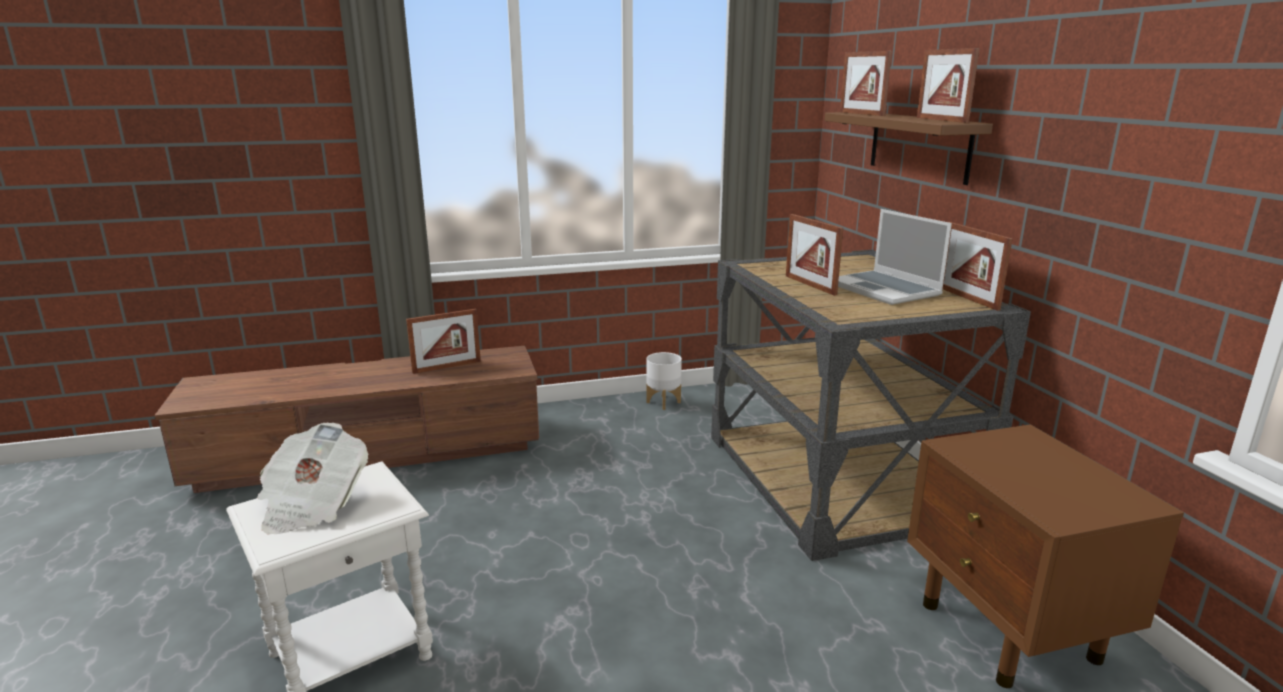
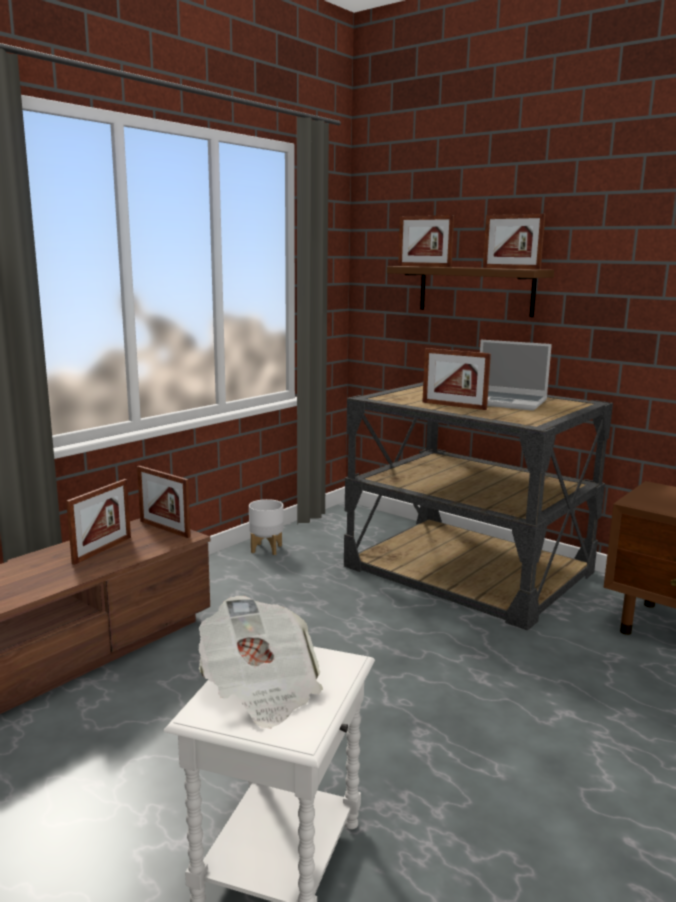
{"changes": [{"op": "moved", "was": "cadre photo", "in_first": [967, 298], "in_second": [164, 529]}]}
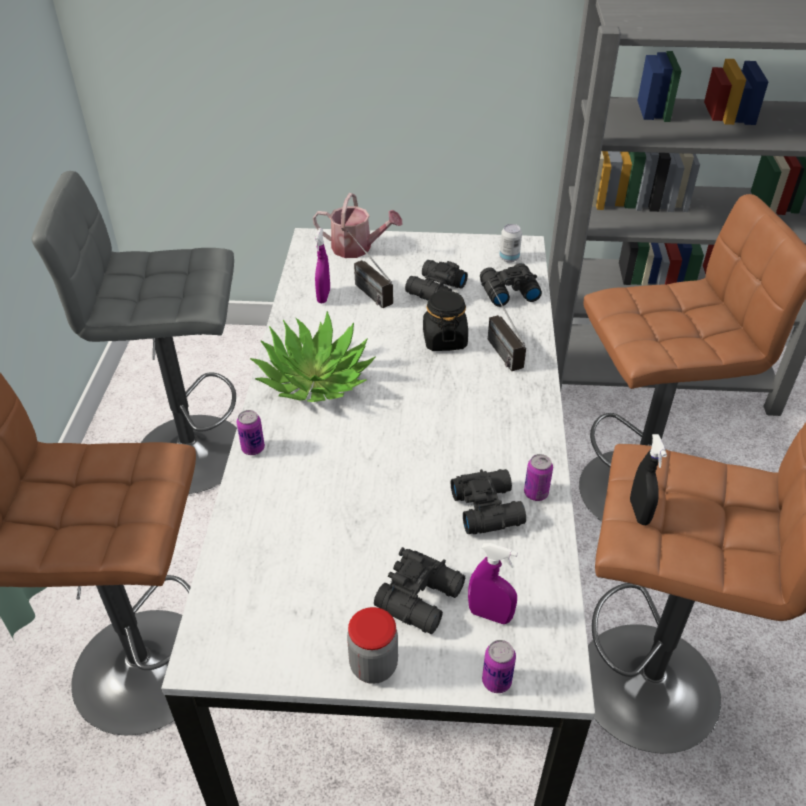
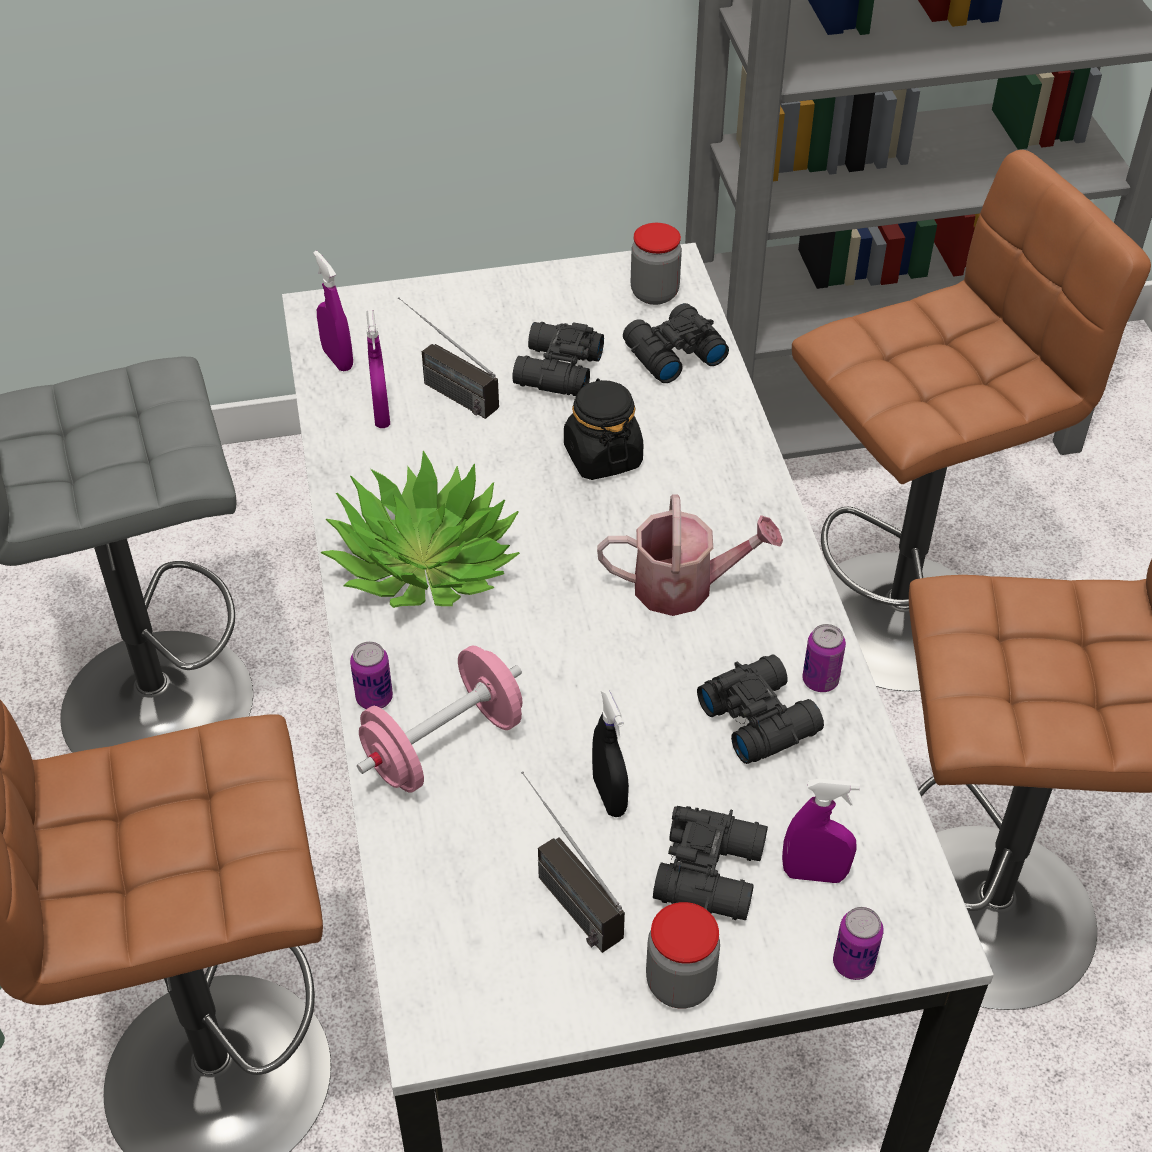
{"changes": [{"op": "added", "now": "vaporisateur (violet)", "in_second": [337, 359]}, {"op": "added", "now": "haltère (rose)", "in_second": [443, 746]}, {"op": "moved", "was": "arrosoir", "in_first": [357, 248], "in_second": [685, 586]}, {"op": "moved", "was": "radio", "in_first": [497, 345], "in_second": [560, 889]}, {"op": "moved", "was": "vaporisateur (noir)", "in_first": [639, 512], "in_second": [609, 796]}, {"op": "replaced", "was": "boîte métallique", "now": "bocal", "in_first": [509, 258], "in_second": [654, 293]}]}
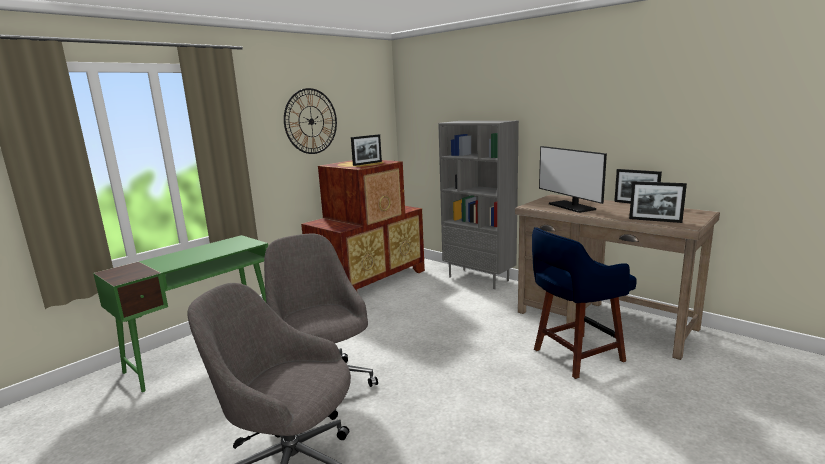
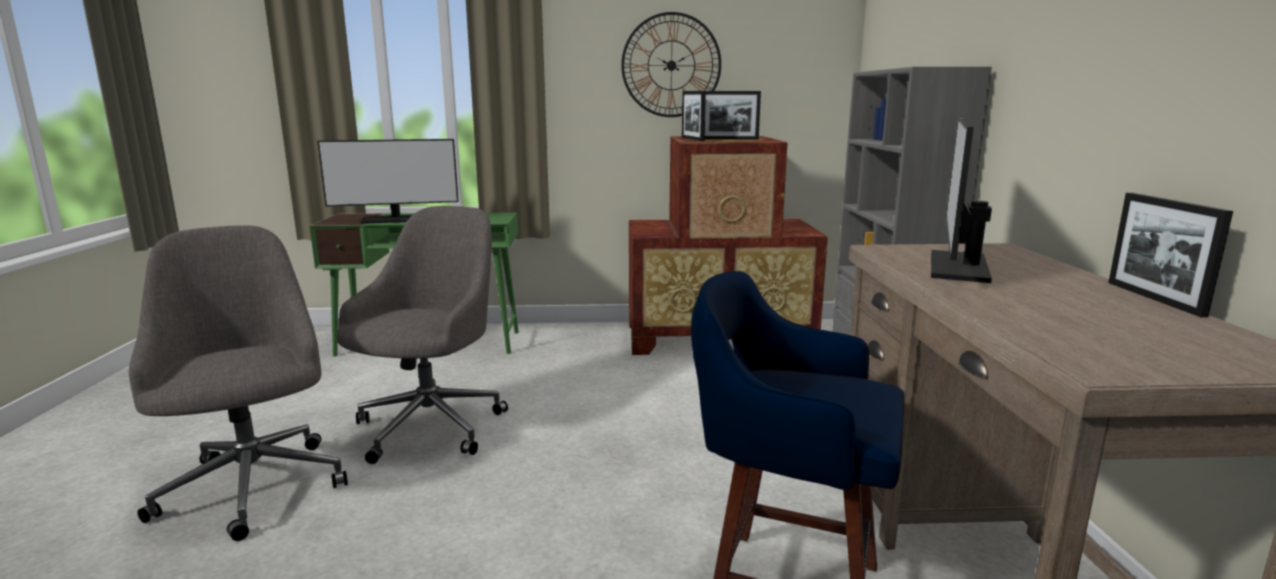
{"changes": [{"op": "added", "now": "écran d'ordinateur", "in_second": [395, 220]}, {"op": "moved", "was": "cadre photo", "in_first": [655, 220], "in_second": [692, 139]}]}
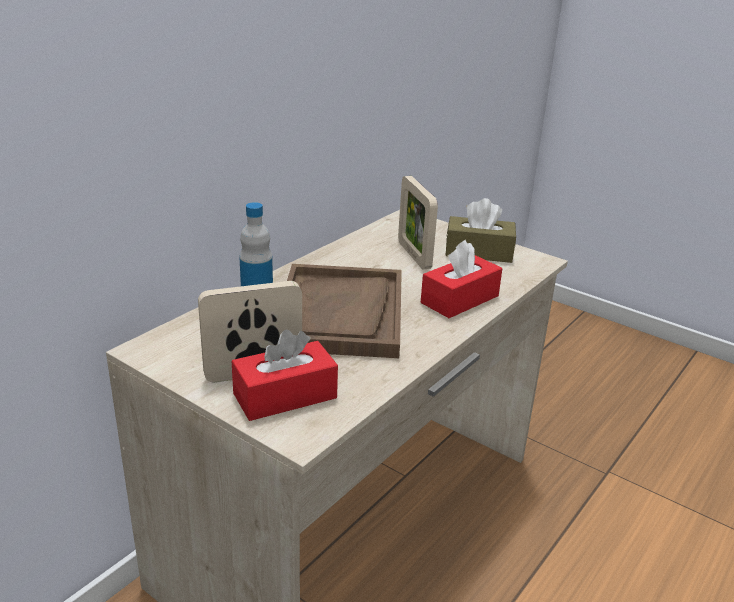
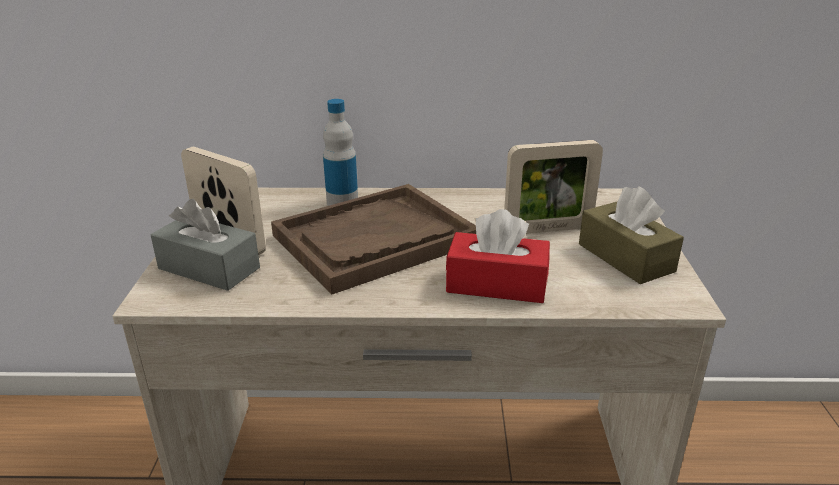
{"changes": [{"op": "recoloured", "was": "boîte à mouchoirs (rouge)", "now": "boîte à mouchoirs (gris)", "in_first": [285, 396], "in_second": [209, 268]}, {"op": "turned", "was": "cadre photo", "in_first": [414, 255], "in_second": [547, 229], "clockwise": -135}]}
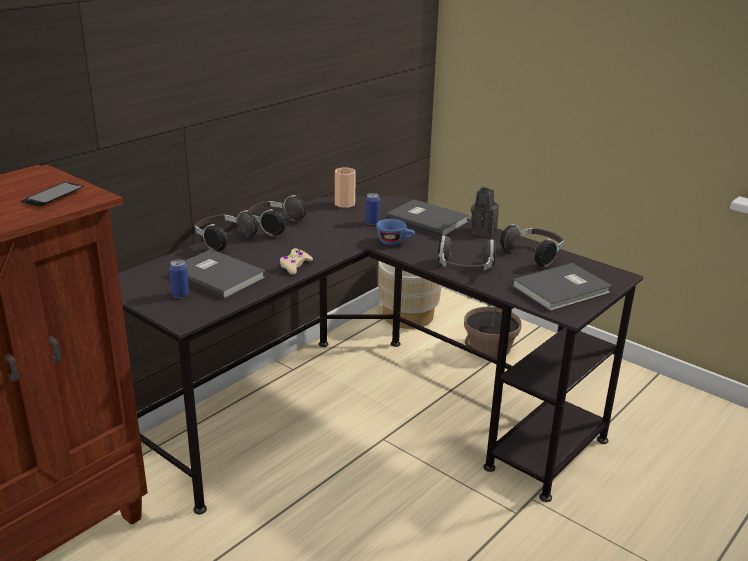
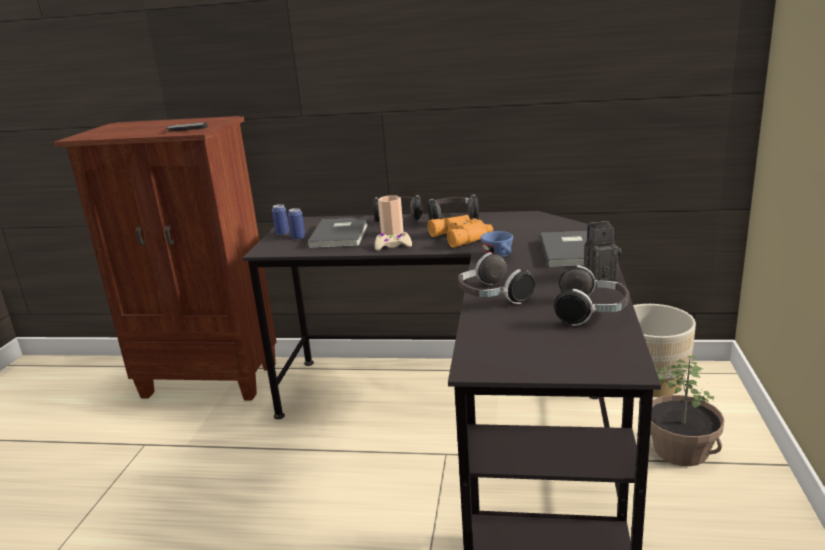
{"changes": [{"op": "removed", "was": "livre (gris)", "in_first": [563, 290]}, {"op": "added", "now": "jumelles (orange)", "in_second": [464, 236]}, {"op": "moved", "was": "tasse", "in_first": [344, 204], "in_second": [392, 234]}, {"op": "moved", "was": "boîte métallique", "in_first": [372, 222], "in_second": [282, 233]}]}
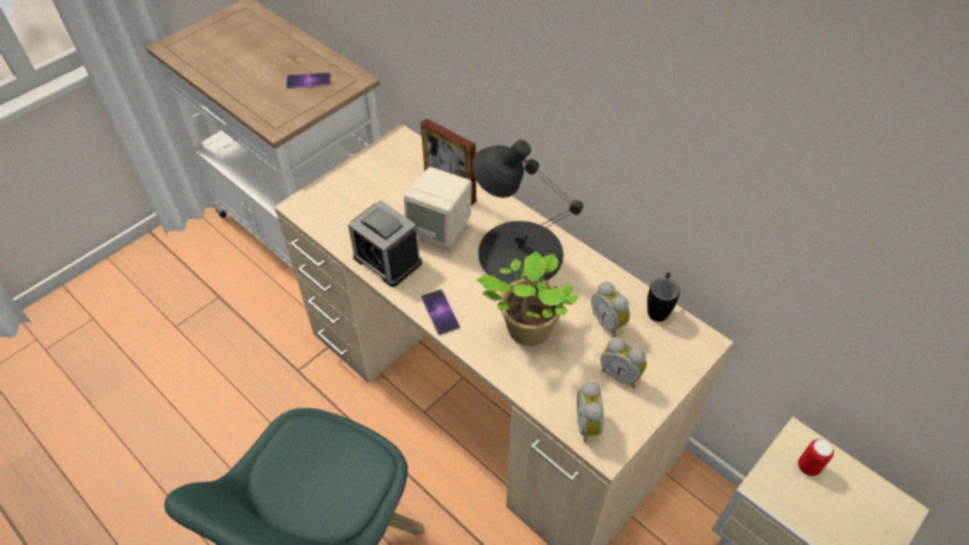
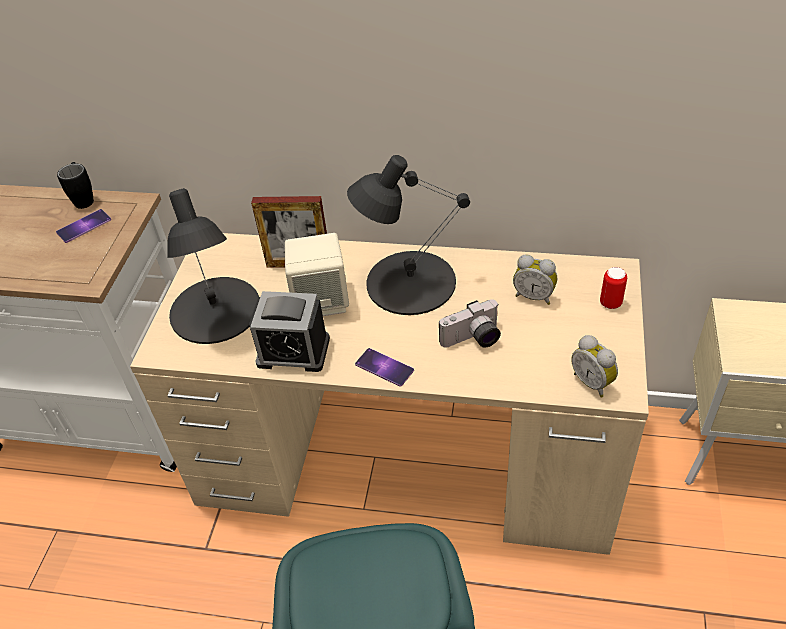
{"changes": [{"op": "removed", "was": "réveil", "in_first": [621, 374]}, {"op": "added", "now": "lampe de table (noir)", "in_second": [215, 311]}, {"op": "moved", "was": "mug (noir)", "in_first": [658, 308], "in_second": [84, 198]}, {"op": "moved", "was": "boîte métallique", "in_first": [808, 467], "in_second": [610, 303]}, {"op": "replaced", "was": "plante en pot", "now": "appareil photo", "in_first": [526, 330], "in_second": [473, 340]}]}
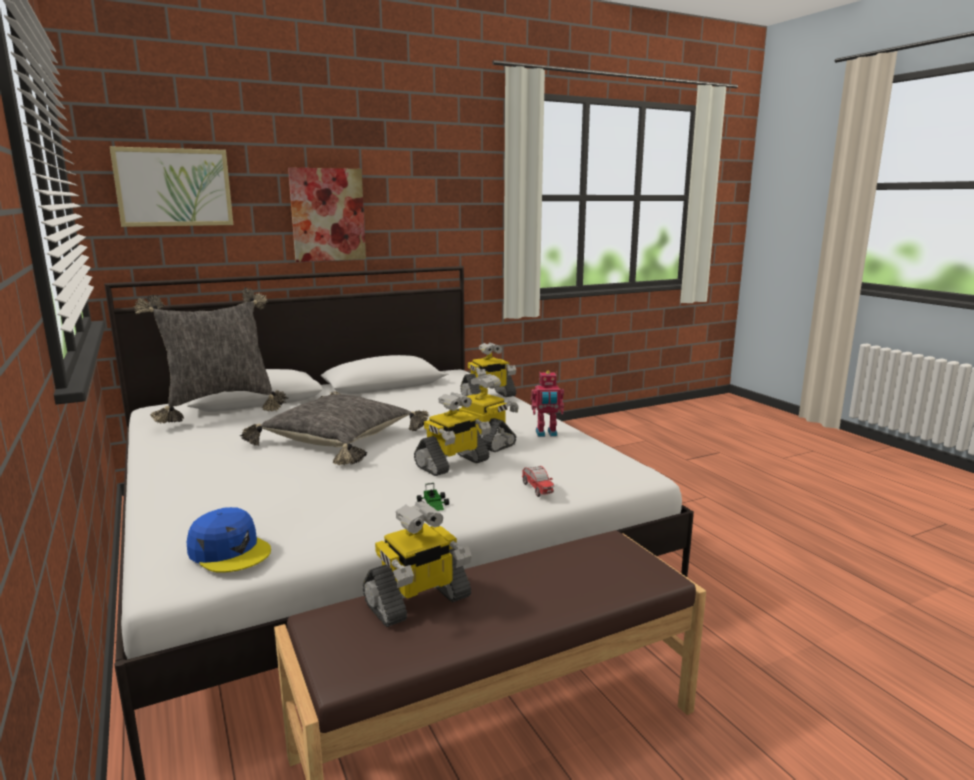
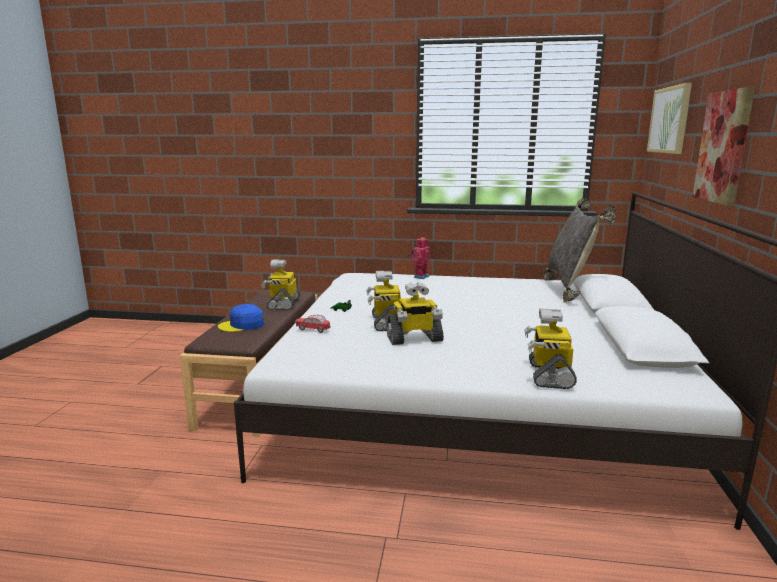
{"changes": [{"op": "removed", "was": "coussin", "in_first": [338, 437]}, {"op": "moved", "was": "casquette (bleu)", "in_first": [229, 551], "in_second": [242, 325]}, {"op": "moved", "was": "robot jouet", "in_first": [546, 434], "in_second": [420, 277]}]}
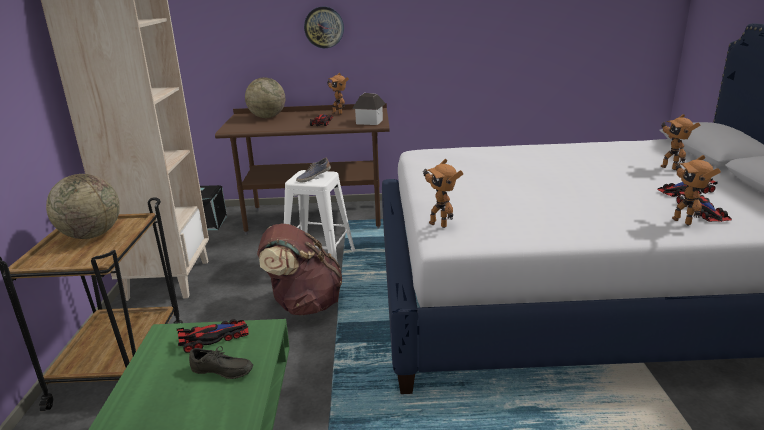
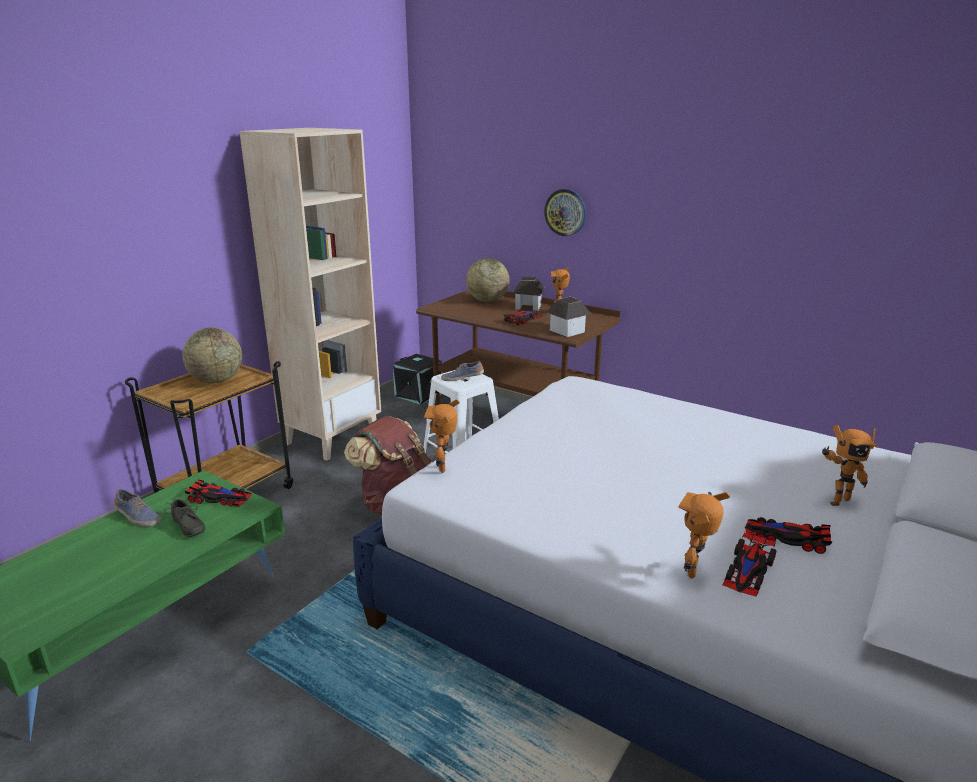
{"changes": [{"op": "added", "now": "chaussure", "in_second": [137, 517]}, {"op": "added", "now": "maison miniature", "in_second": [528, 307]}, {"op": "turned", "was": "robot jouet", "in_first": [670, 167], "in_second": [836, 500], "clockwise": -120}]}
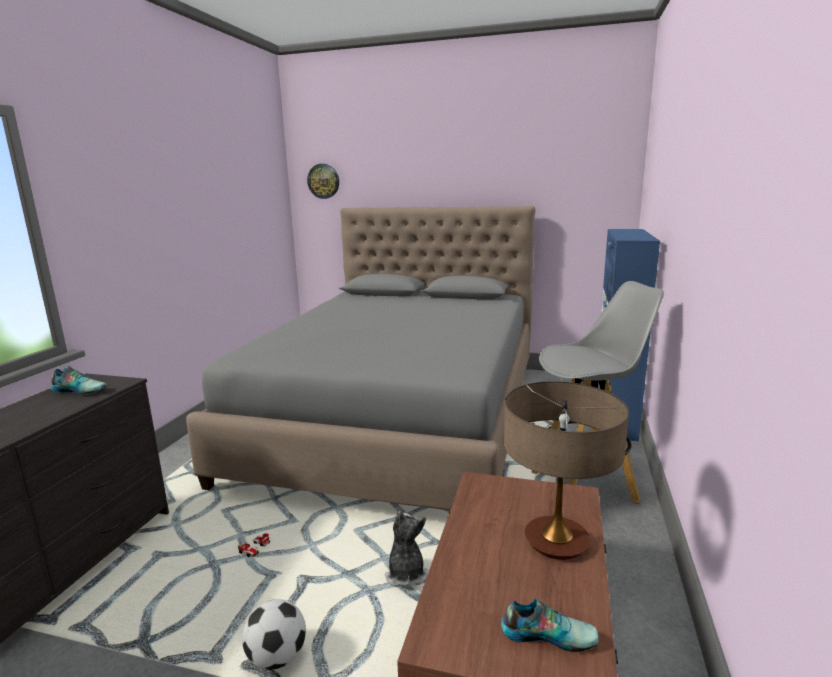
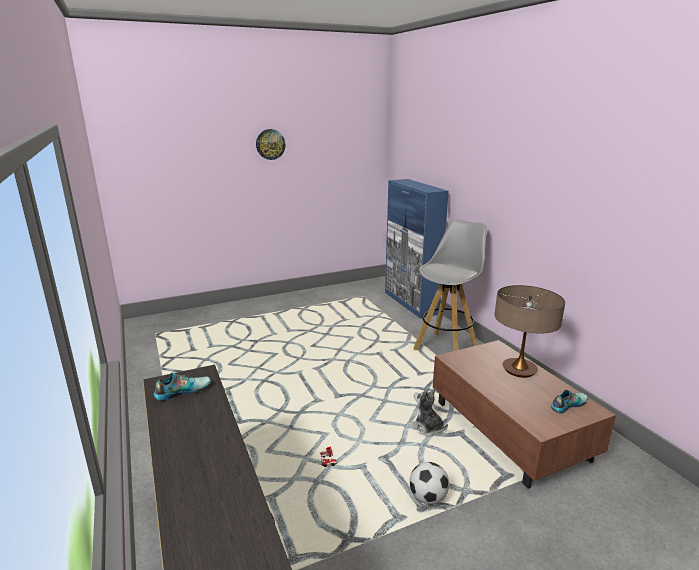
{"changes": [{"op": "removed", "was": "lit (gris)", "in_first": [400, 417]}, {"op": "moved", "was": "horloge murale", "in_first": [323, 181], "in_second": [270, 144]}]}
